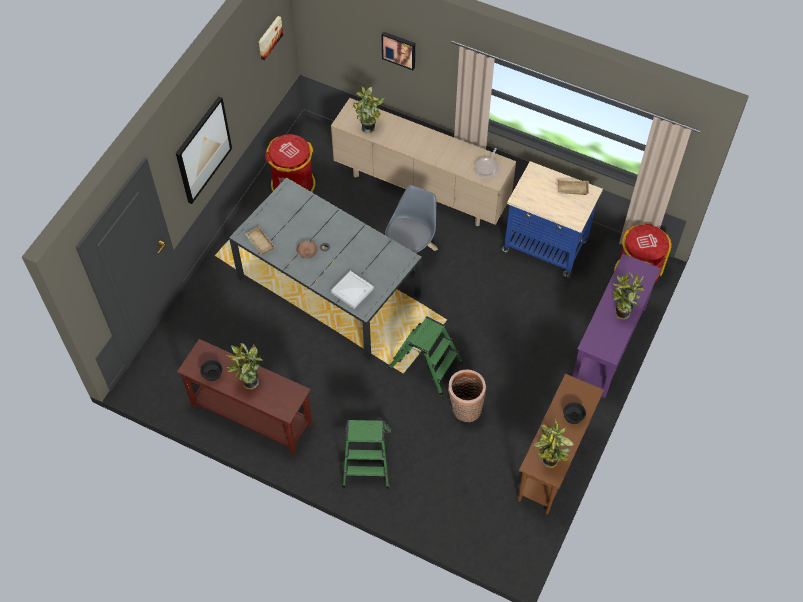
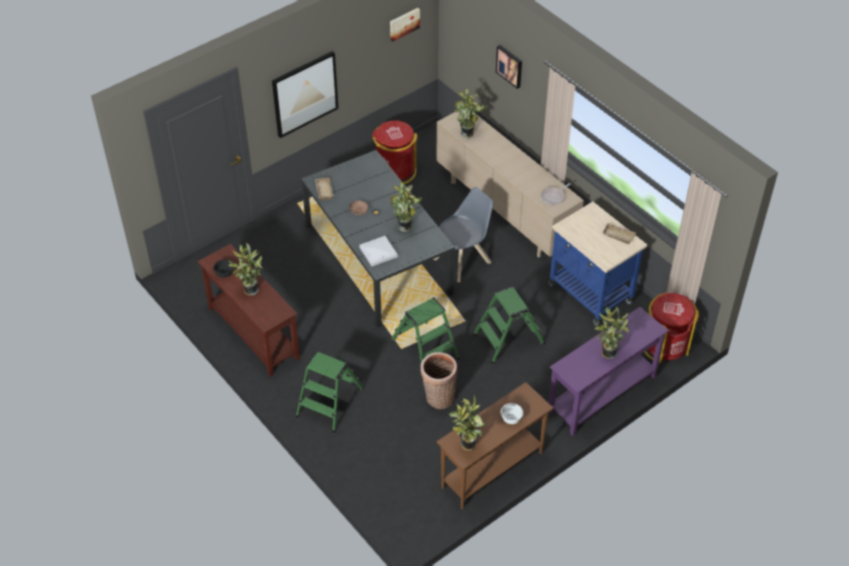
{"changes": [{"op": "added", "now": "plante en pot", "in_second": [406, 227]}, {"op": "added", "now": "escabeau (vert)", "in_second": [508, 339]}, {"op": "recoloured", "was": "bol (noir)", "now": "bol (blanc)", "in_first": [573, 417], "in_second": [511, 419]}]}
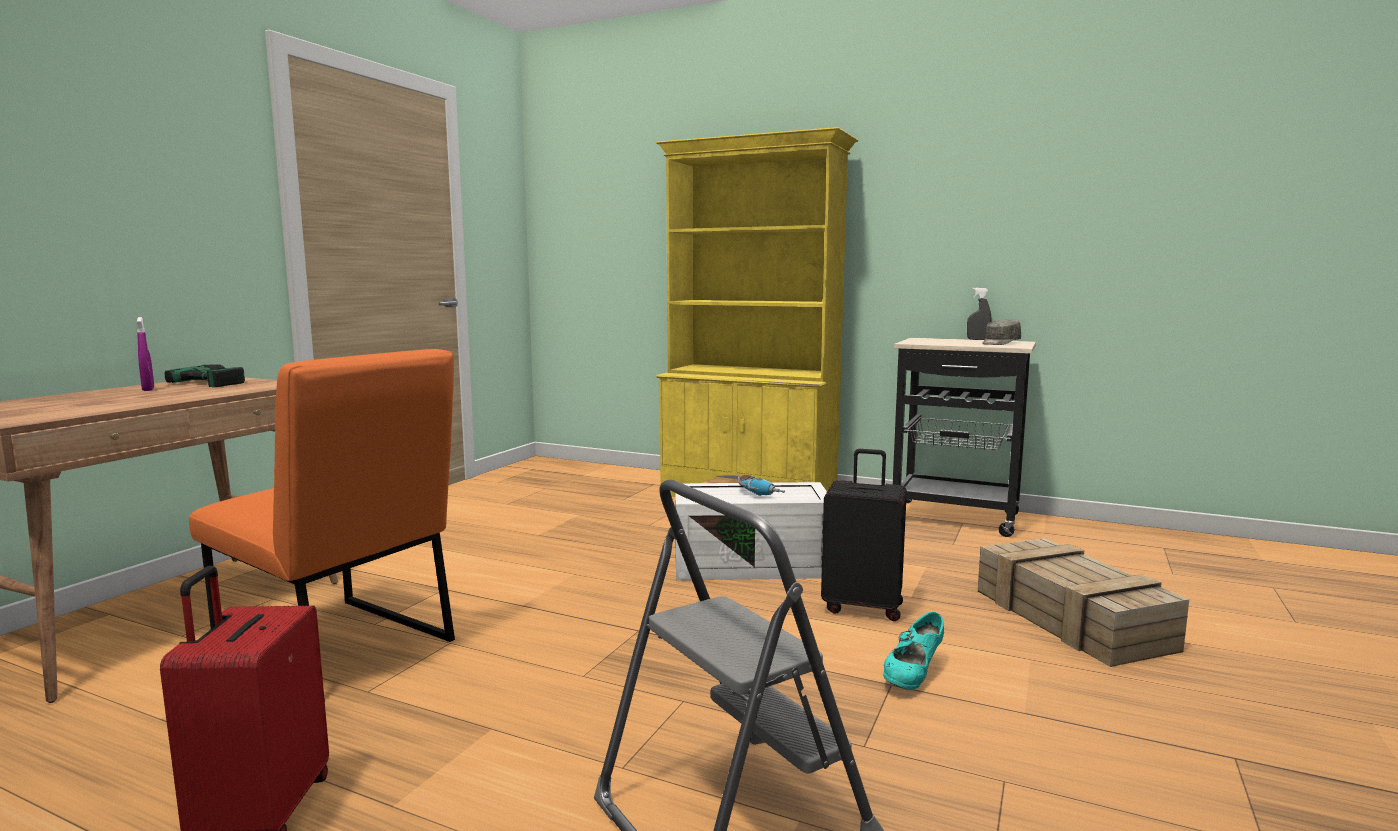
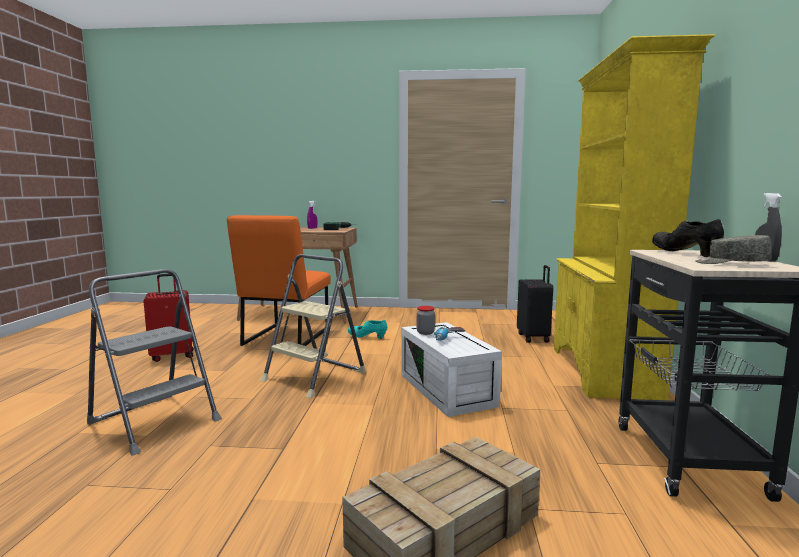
{"changes": [{"op": "added", "now": "escabeau (beige)", "in_second": [317, 375]}, {"op": "added", "now": "bocal", "in_second": [425, 333]}, {"op": "added", "now": "chaussure (noir)", "in_second": [684, 254]}, {"op": "moved", "was": "valise (noir)", "in_first": [863, 607], "in_second": [534, 338]}, {"op": "moved", "was": "chaussure (turquoise)", "in_first": [913, 676], "in_second": [367, 337]}]}
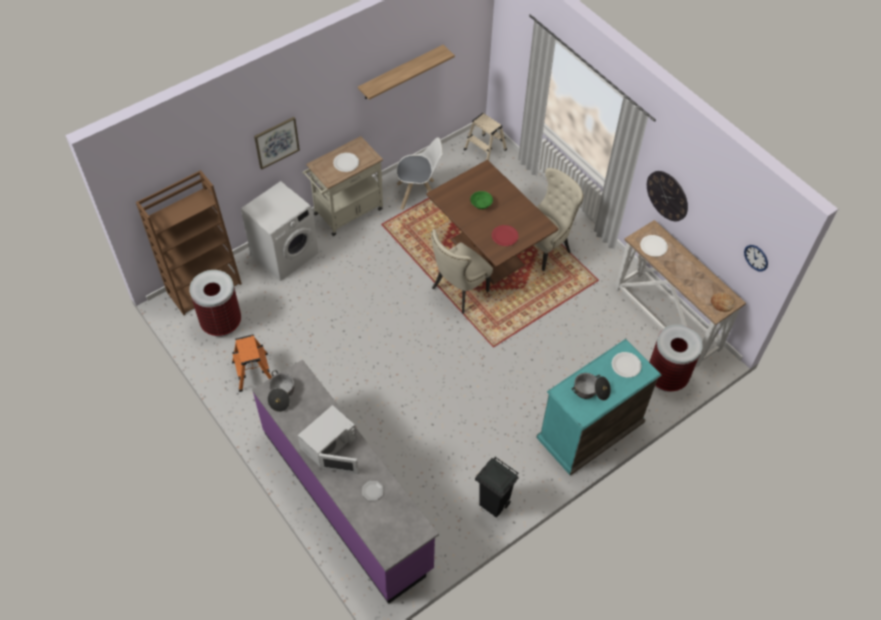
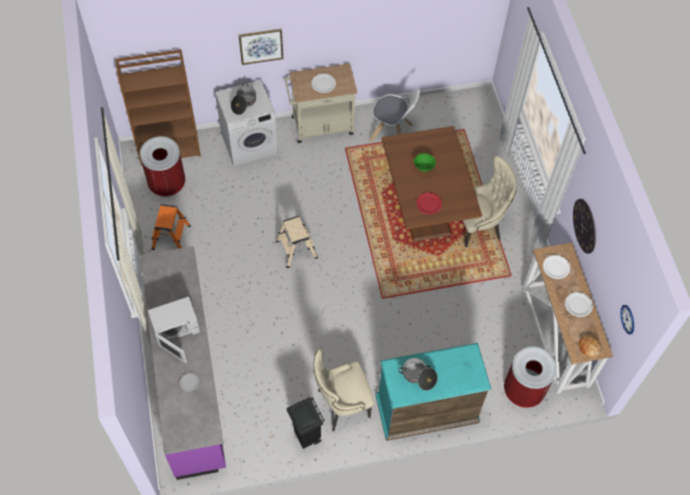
{"changes": [{"op": "removed", "was": "étagère", "in_first": [401, 72]}, {"op": "moved", "was": "marmite", "in_first": [281, 395], "in_second": [244, 103]}, {"op": "moved", "was": "chaise (beige)", "in_first": [459, 291], "in_second": [342, 404]}, {"op": "moved", "was": "escabeau (beige)", "in_first": [485, 149], "in_second": [296, 249]}, {"op": "moved", "was": "assiette (blanc)", "in_first": [626, 365], "in_second": [578, 305]}]}
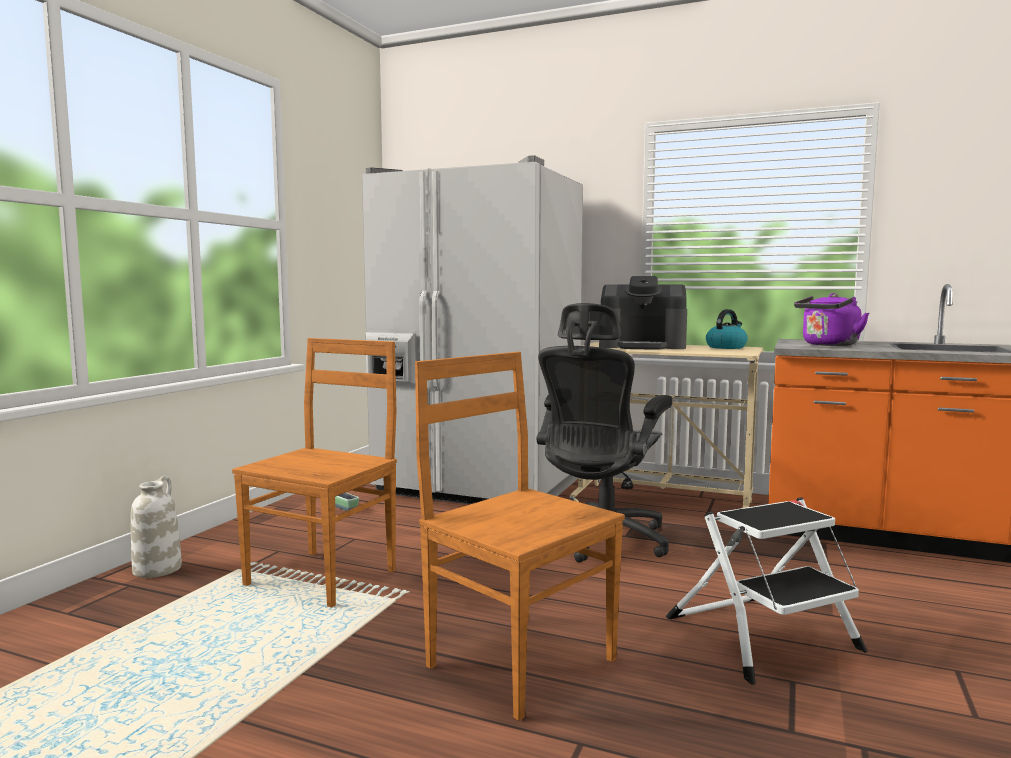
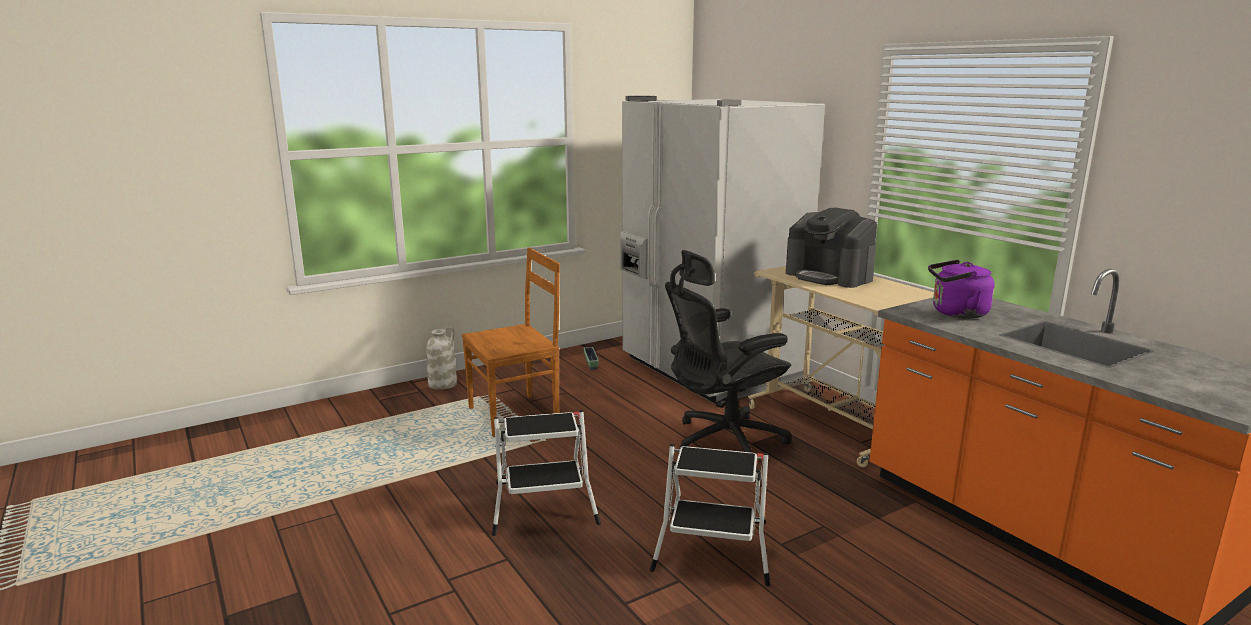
{"changes": [{"op": "removed", "was": "bouilloire", "in_first": [726, 347]}, {"op": "replaced", "was": "chaise (marron)", "now": "escabeau", "in_first": [518, 660], "in_second": [543, 504]}]}
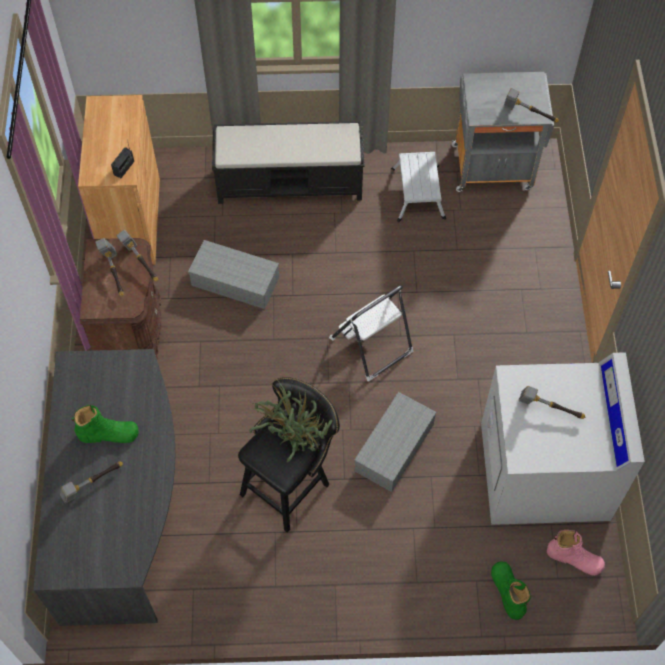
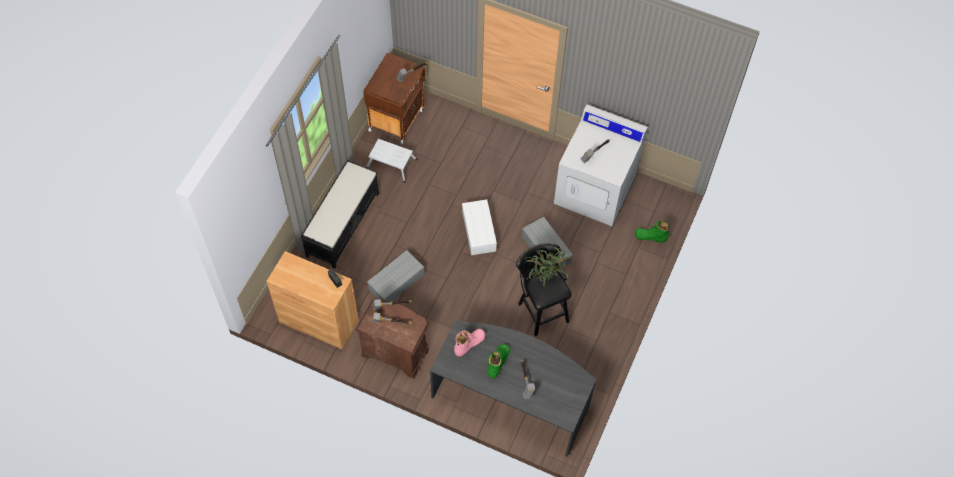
{"changes": [{"op": "moved", "was": "botte (rose)", "in_first": [574, 558], "in_second": [469, 343]}, {"op": "replaced", "was": "escabeau (blanc)", "now": "boîte de rangement (blanc)", "in_first": [373, 347], "in_second": [479, 232]}, {"op": "recoloured", "was": "chariot (gris)", "now": "chariot (marron)", "in_first": [493, 167], "in_second": [397, 119]}]}
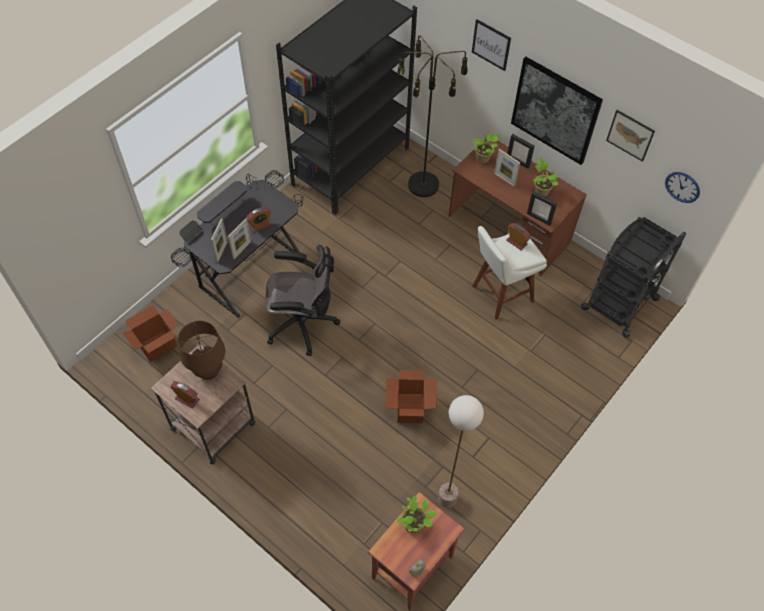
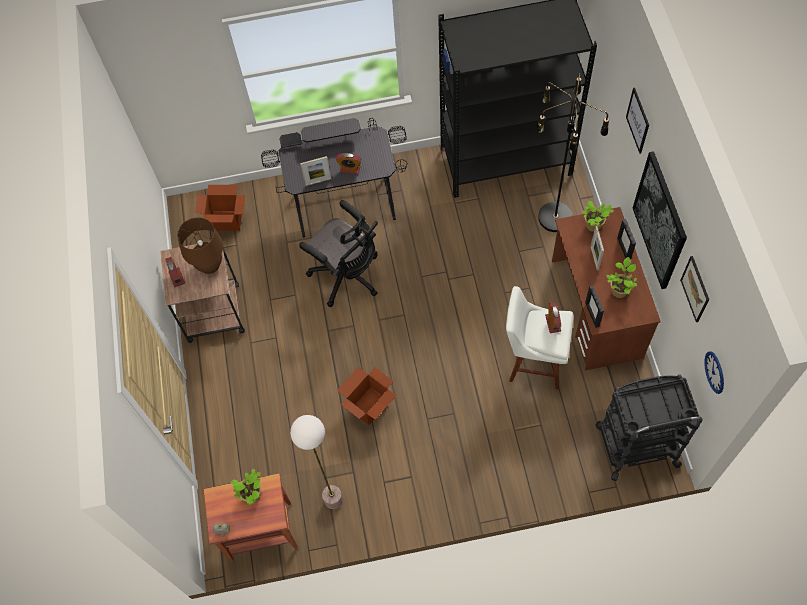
{"changes": [{"op": "removed", "was": "cadre photo", "in_first": [222, 251]}]}
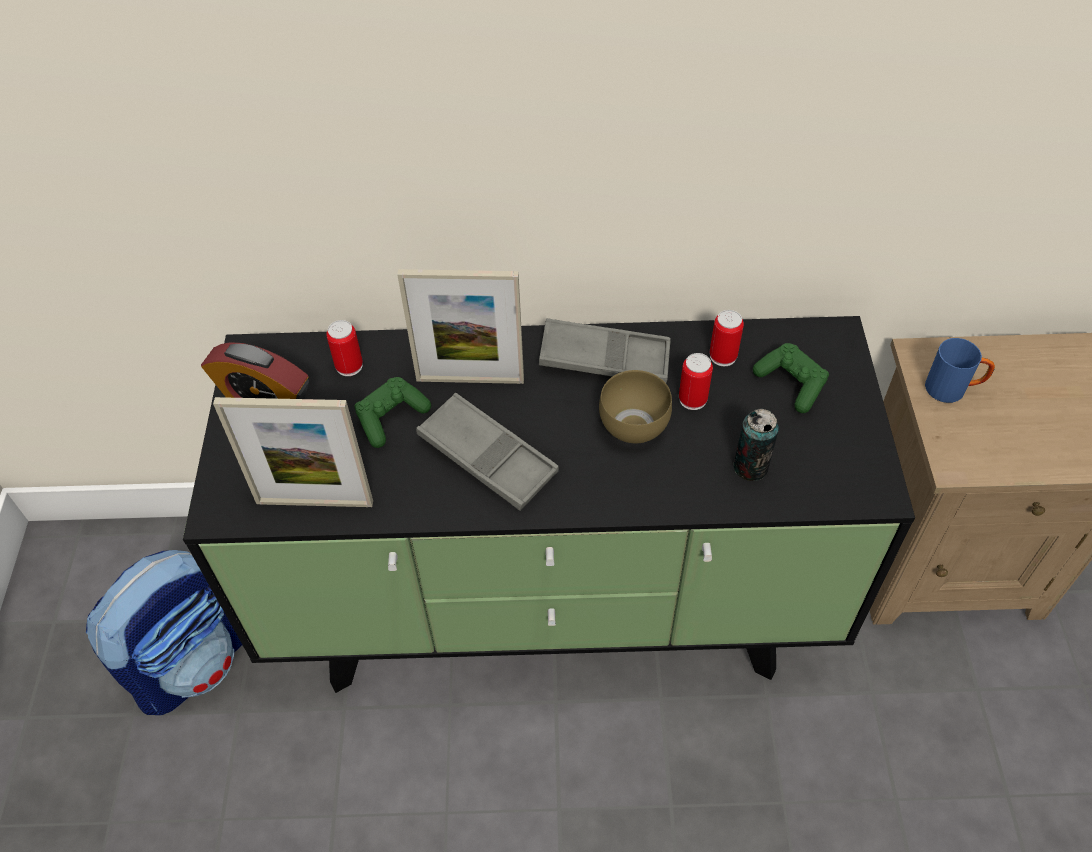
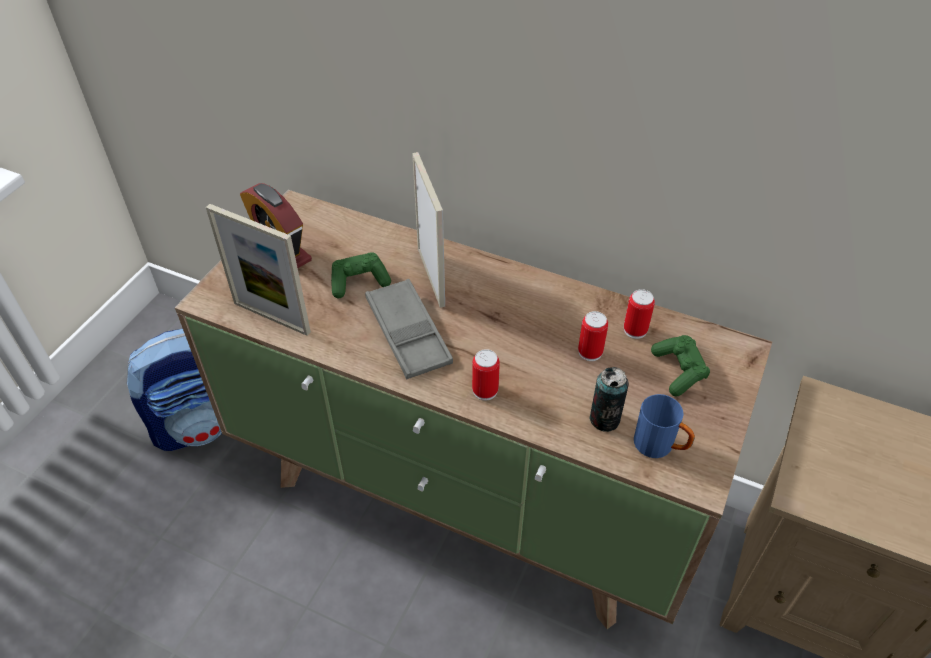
{"changes": [{"op": "removed", "was": "plateau (gris)", "in_first": [604, 359]}, {"op": "removed", "was": "bol (marron)", "in_first": [634, 429]}, {"op": "moved", "was": "boîte métallique", "in_first": [349, 366], "in_second": [485, 390]}, {"op": "moved", "was": "mug (bleu)", "in_first": [953, 389], "in_second": [660, 446]}, {"op": "recoloured", "was": "commode (noir)", "now": "commode (vert)", "in_first": [551, 599], "in_second": [468, 490]}, {"op": "turned", "was": "cadre photo", "in_first": [470, 379], "in_second": [431, 277], "clockwise": -135}]}
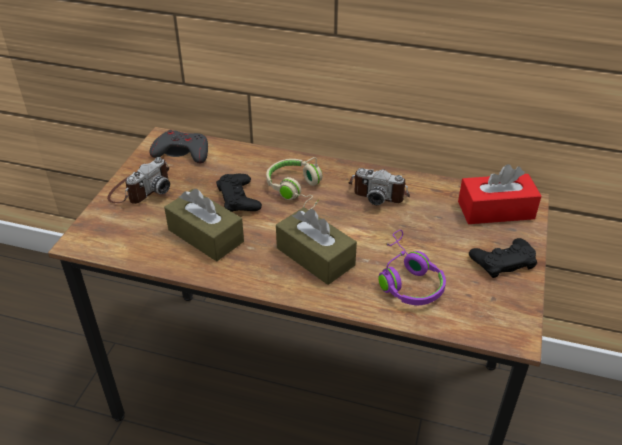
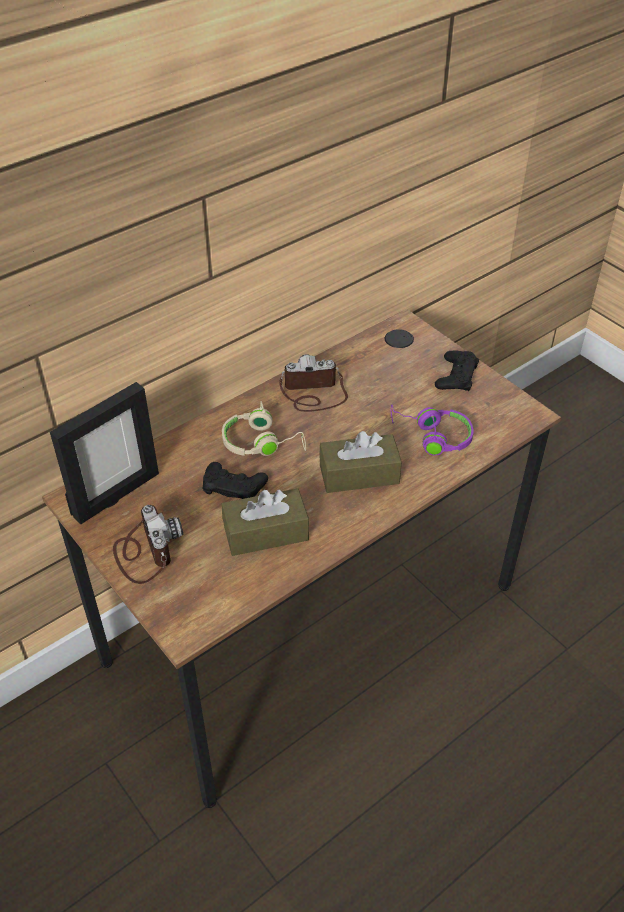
{"changes": [{"op": "removed", "was": "boîte à mouchoirs (rouge)", "in_first": [495, 210]}, {"op": "replaced", "was": "manette (gris)", "now": "cadre photo", "in_first": [182, 152], "in_second": [115, 494]}, {"op": "turned", "was": "appareil photo", "in_first": [379, 191], "in_second": [313, 393], "clockwise": -150}]}
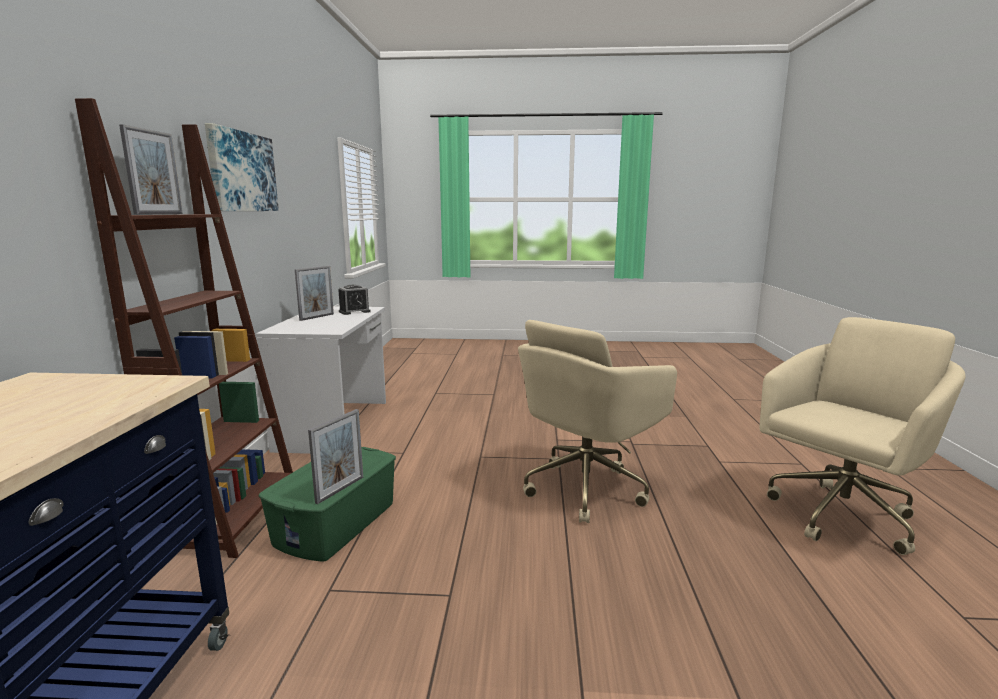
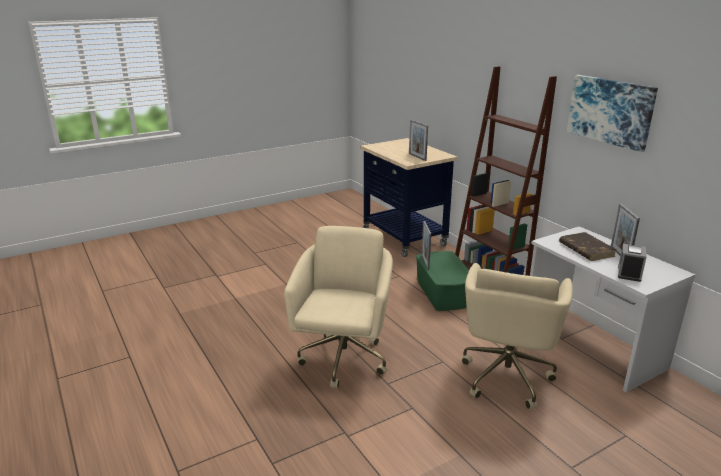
{"changes": [{"op": "added", "now": "livre (marron)", "in_second": [586, 249]}, {"op": "moved", "was": "cadre photo", "in_first": [159, 214], "in_second": [417, 157]}, {"op": "moved", "was": "chaise de bureau (beige)", "in_first": [838, 519], "in_second": [506, 376]}]}
